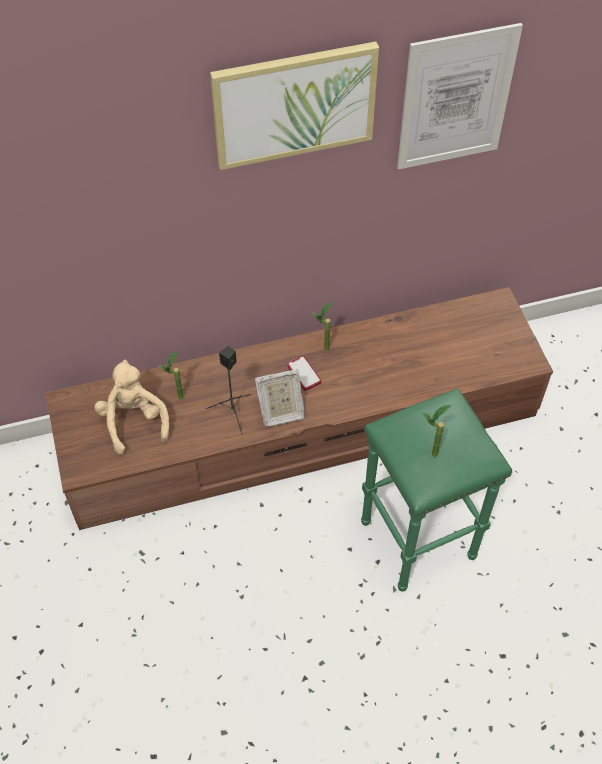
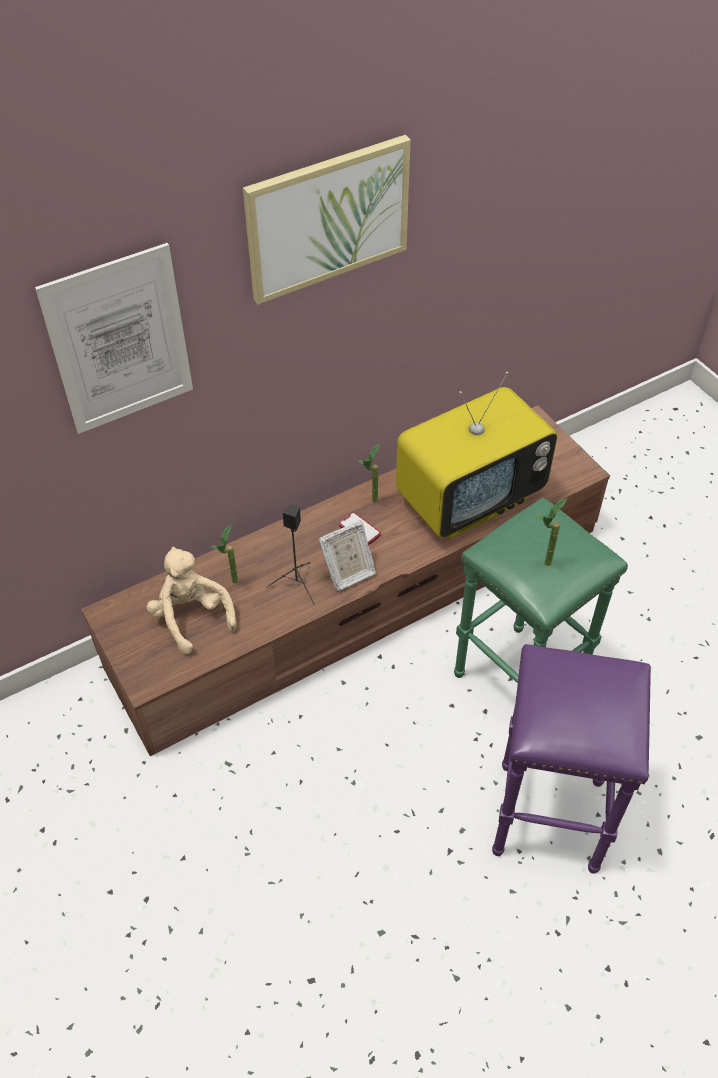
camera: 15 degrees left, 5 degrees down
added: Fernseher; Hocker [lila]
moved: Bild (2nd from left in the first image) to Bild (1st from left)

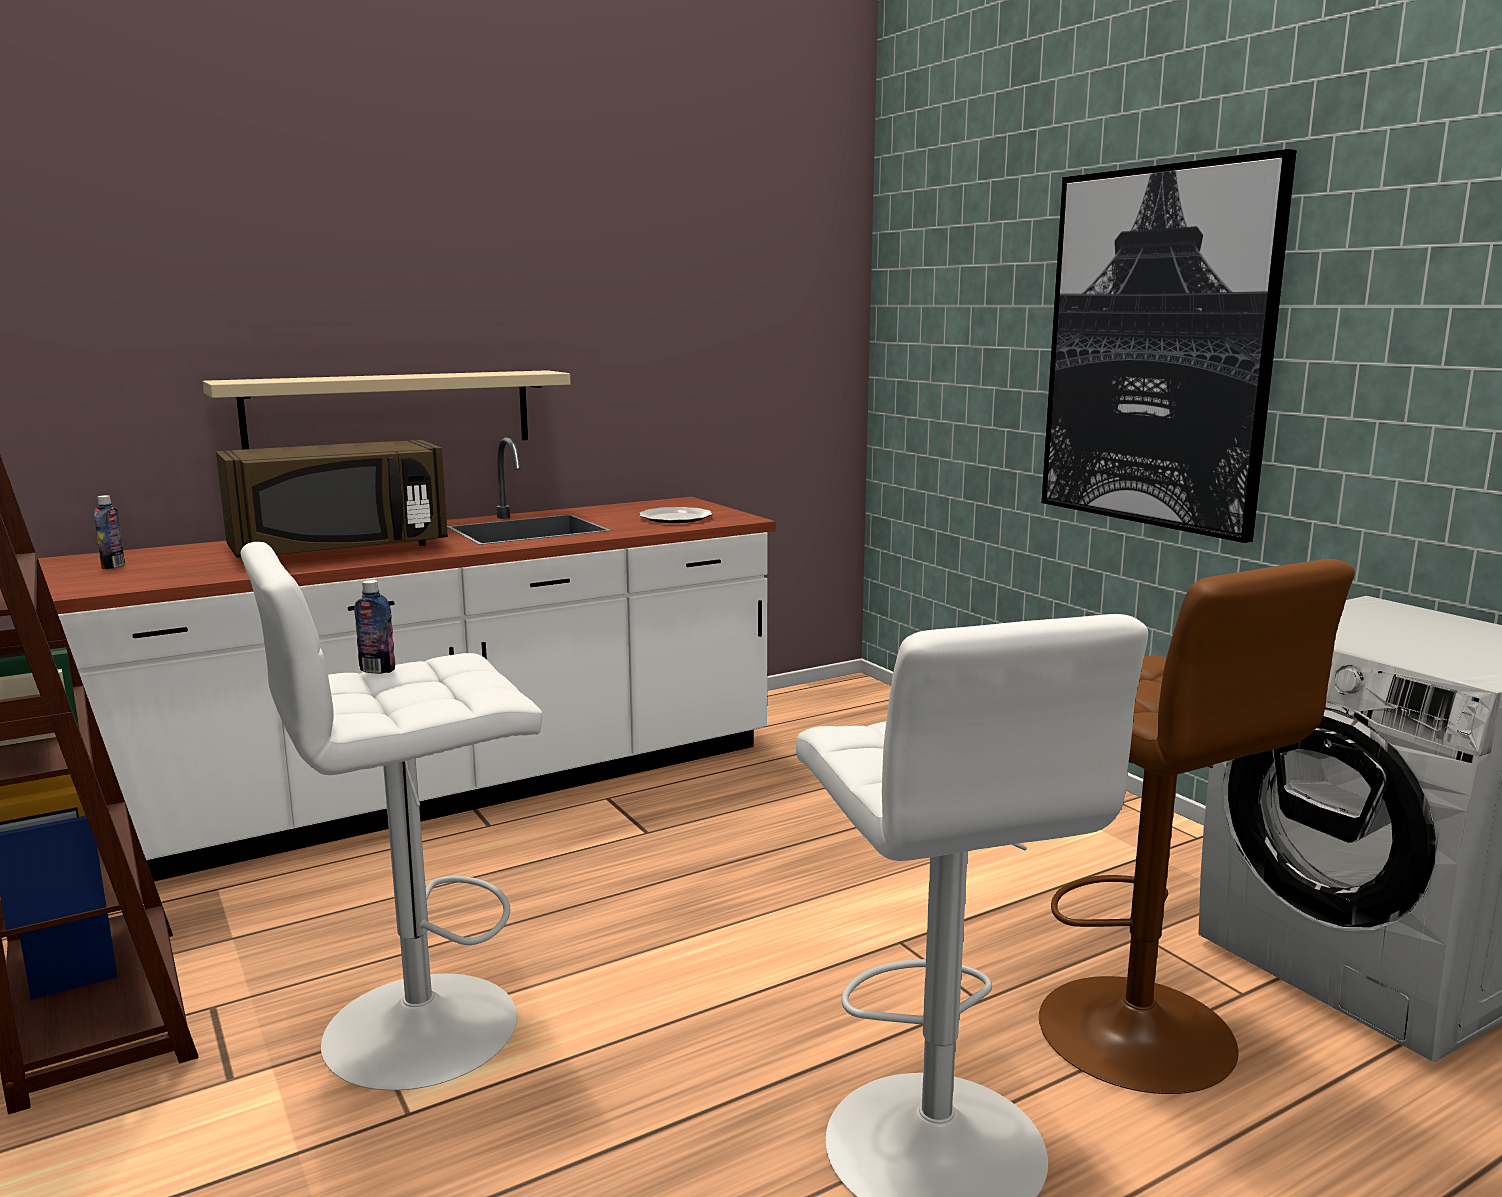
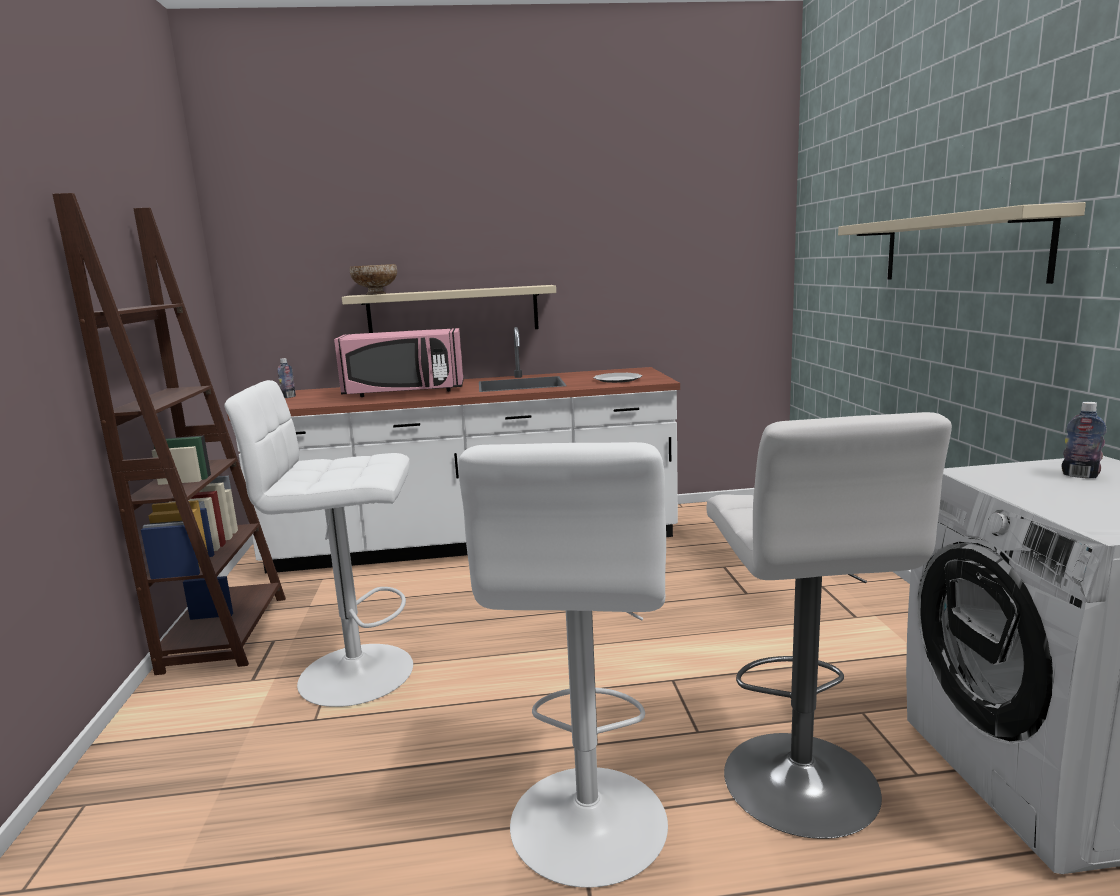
camera: 25 degrees right, 0 degrees up
added: Schüssel
moved: Flasche (2nd from left)
replaced: Bild to Wandregal [beige] (2nd from left)
recoloured: Mikrowelle [braun] to Mikrowelle [rosa]; Hocker [braun] to Hocker [weiß] (3rd from left)

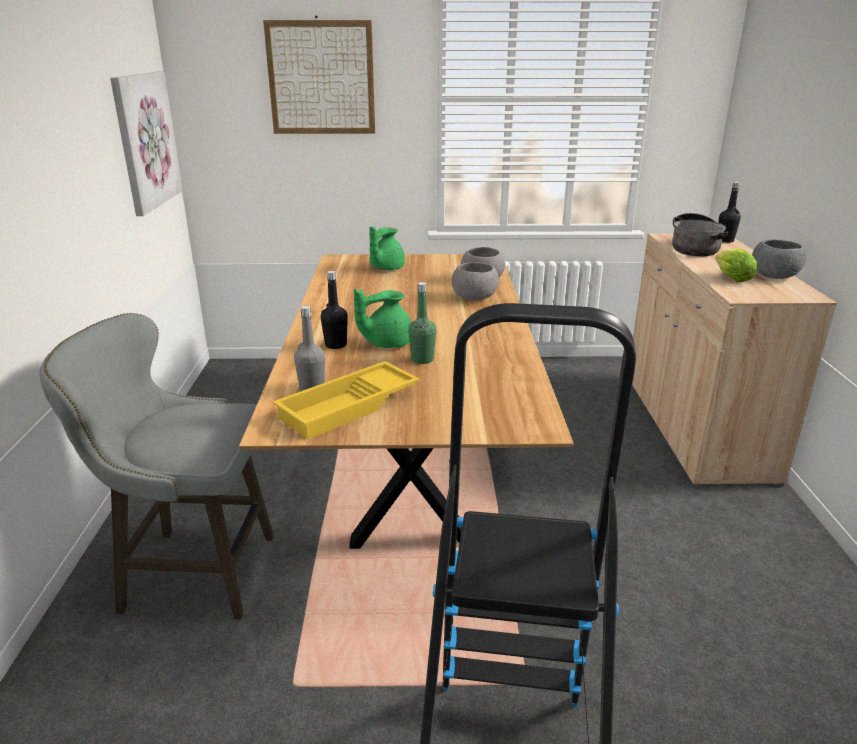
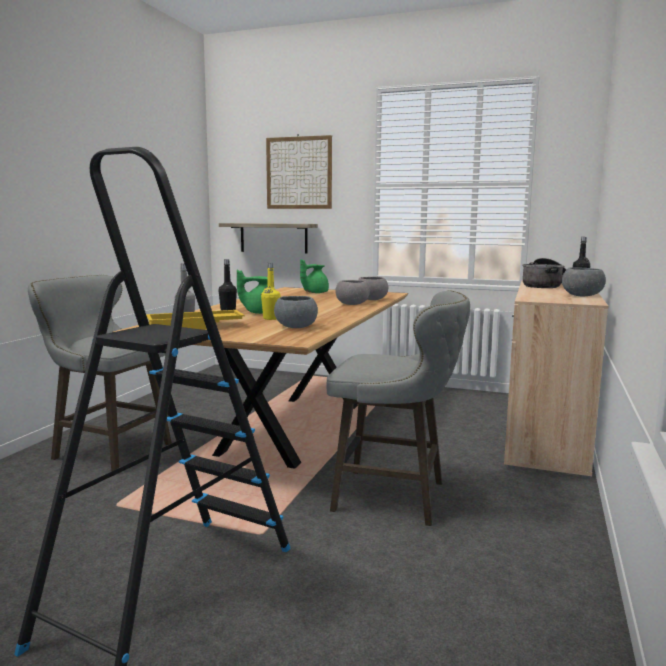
camera: 20 degrees right, 15 degrees down
removed: Bild (1st from left); Salatkopf
added: Wandregal; Hocker [grau] (2nd from left); Schüssel [grau] (1st from left)
recoloured: Flasche [grün] to Flasche [gelb]

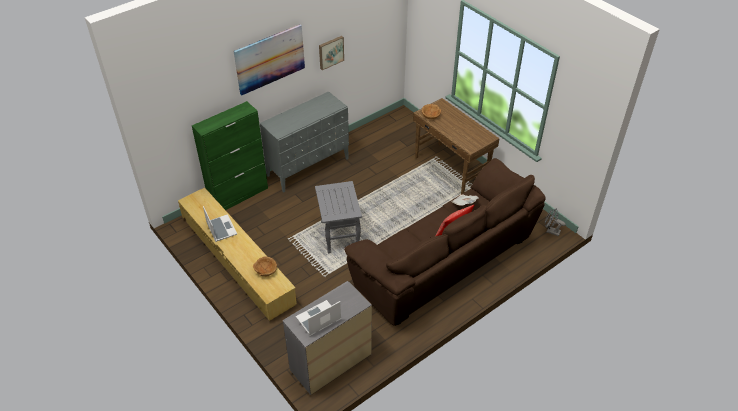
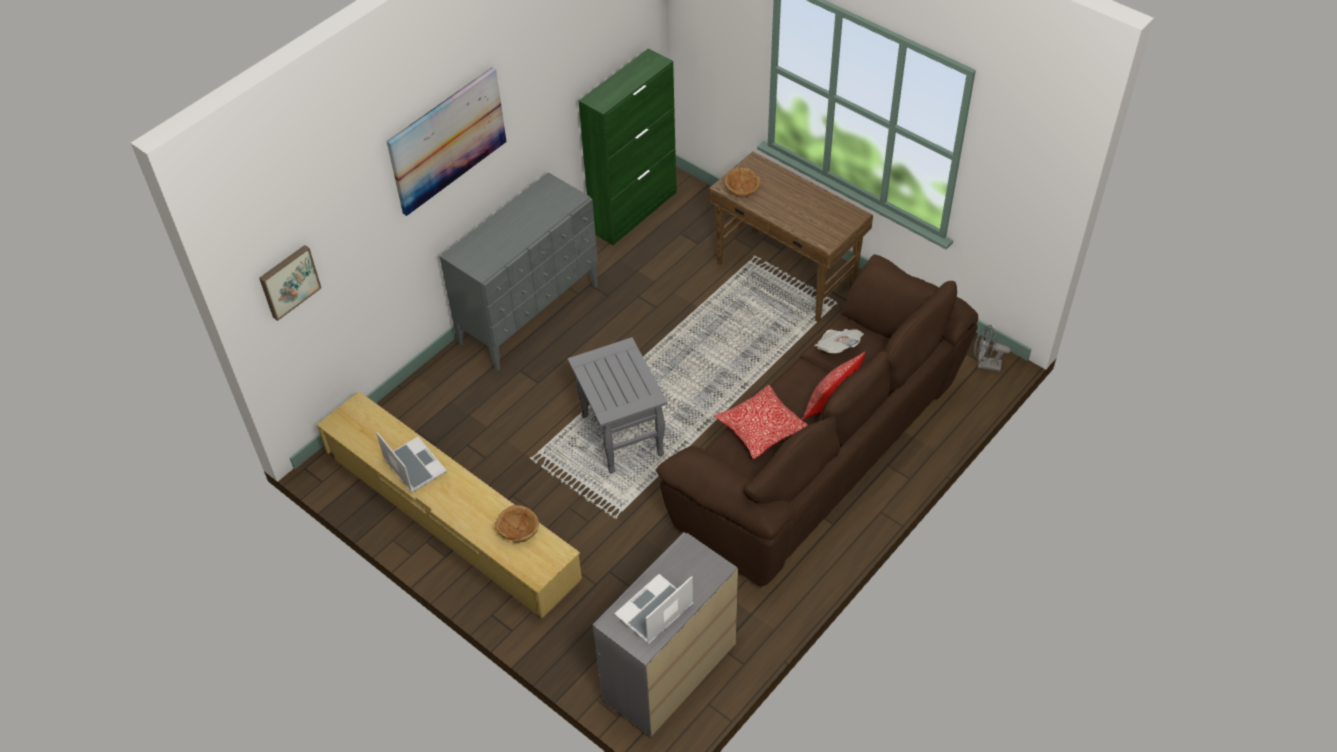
camera: 10 degrees left, 5 degrees up
added: Kissen (1st from left)
moved: Bild (2nd from left in the first image) to Bild (1st from left); Schrank [grün]

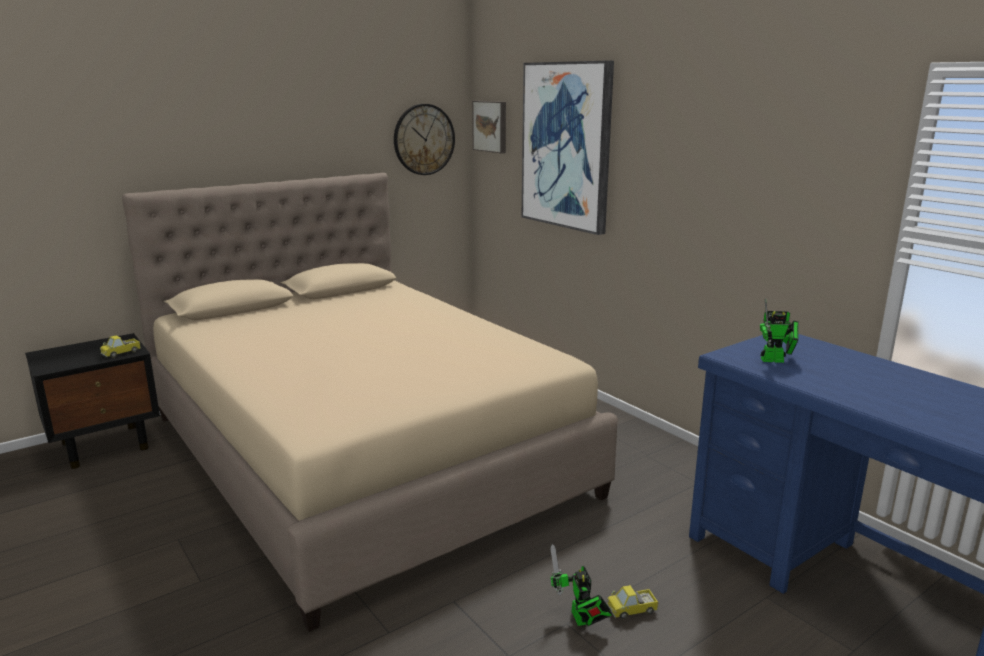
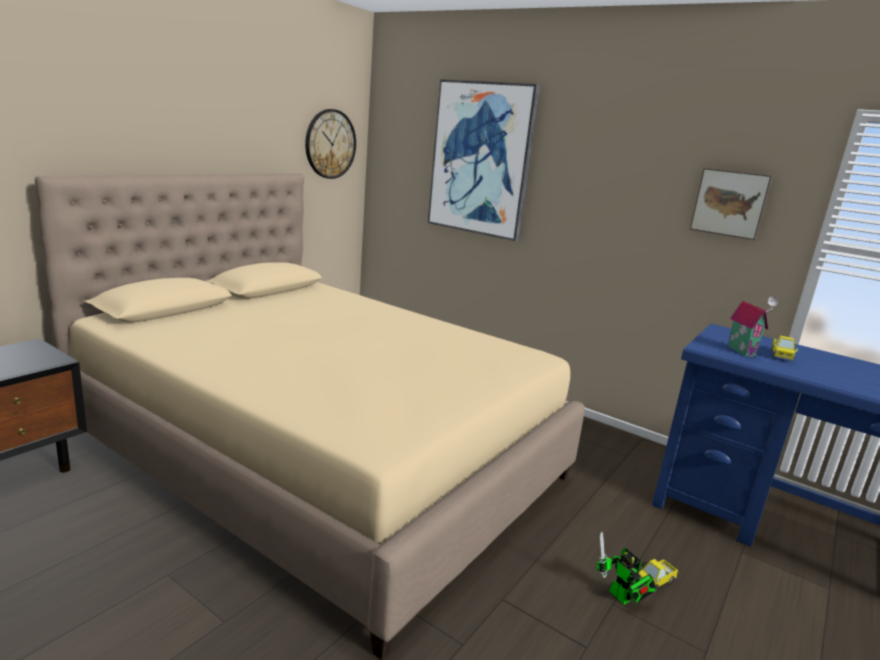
camera: 20 degrees left, 0 degrees up
moved: Bild (1st from left in the first image) to Bild (2nd from left); Spielzeuglaster (1st from left in the first image) to Spielzeuglaster (2nd from left)
replaced: Spielzeugroboter (2nd from left) to Spielzeughaus

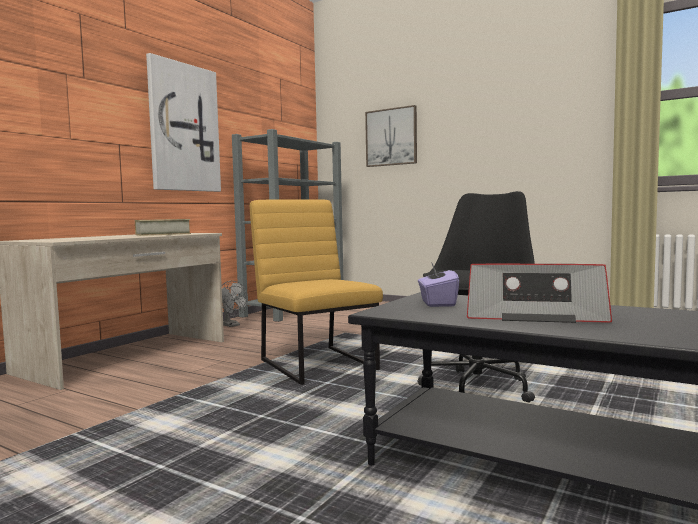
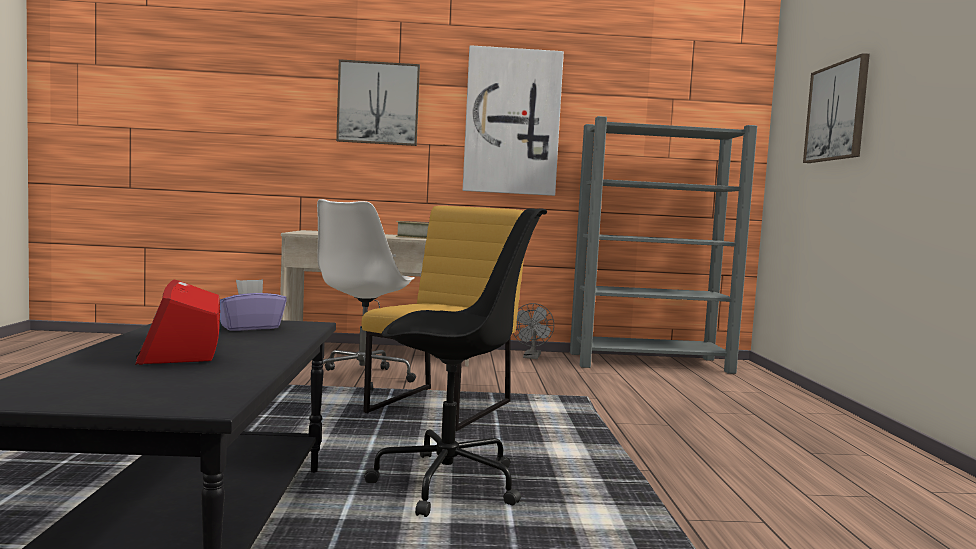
camera: 55 degrees right, 0 degrees up
added: Bild (1st from left); Bürostuhl [weiß]

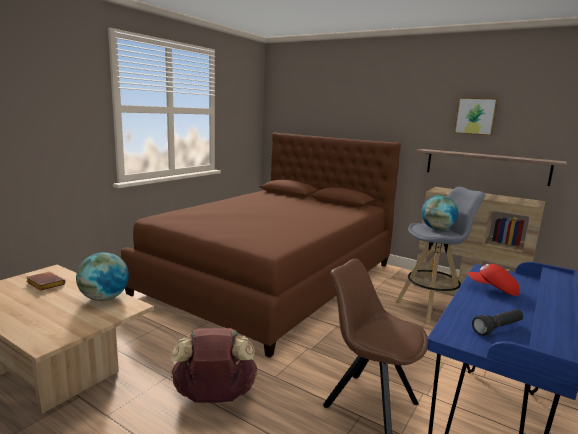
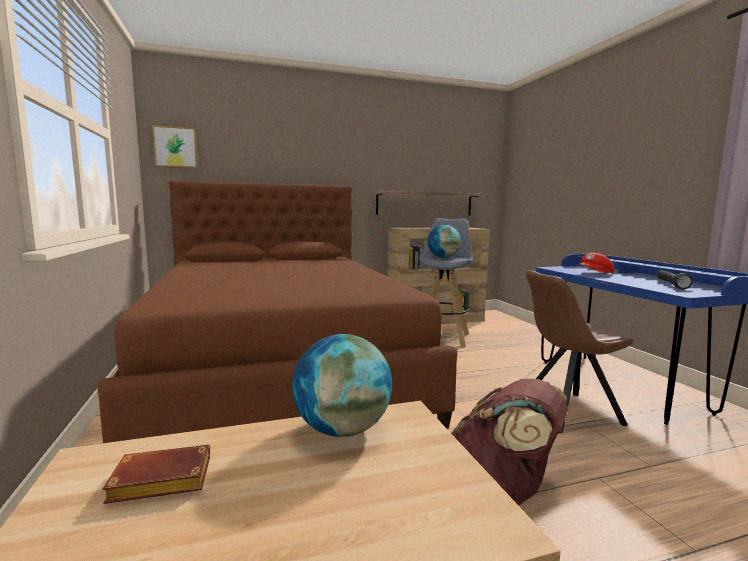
camera: 50 degrees left, 5 degrees down
moved: Bild

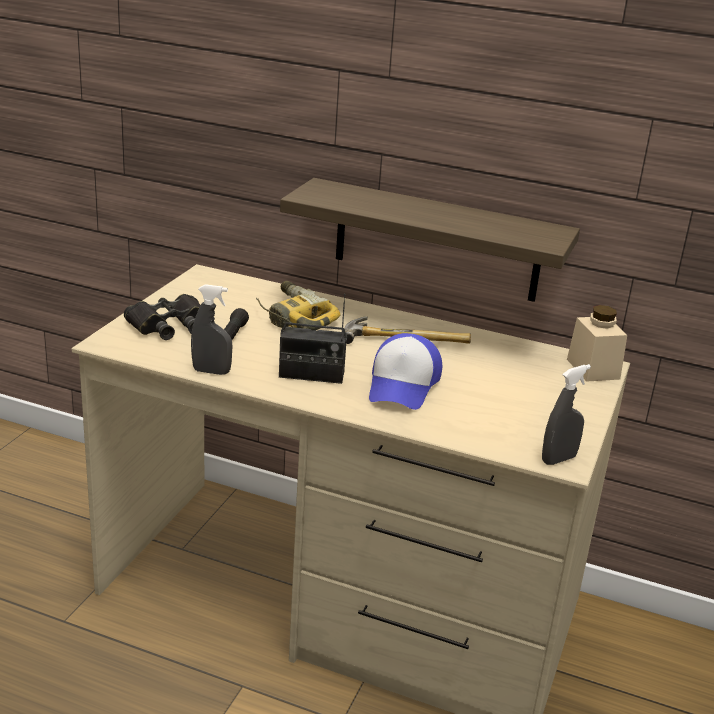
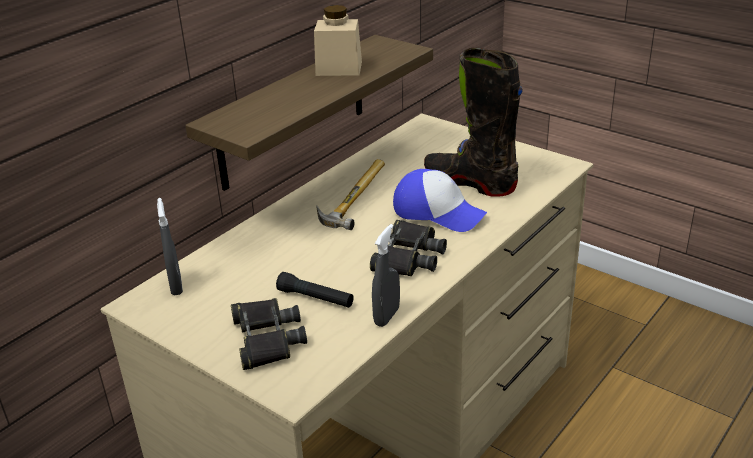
camera: 70 degrees left, 5 degrees up
removed: Bohrmaschine
added: Stiefel [schwarz]
moved: Vorratsglas [beige]; Sprühflasche [grau] (2nd from left in the first image) to Sprühflasche [grau] (1st from left)
replaced: Radio to Fernglas [schwarz] (2nd from left)

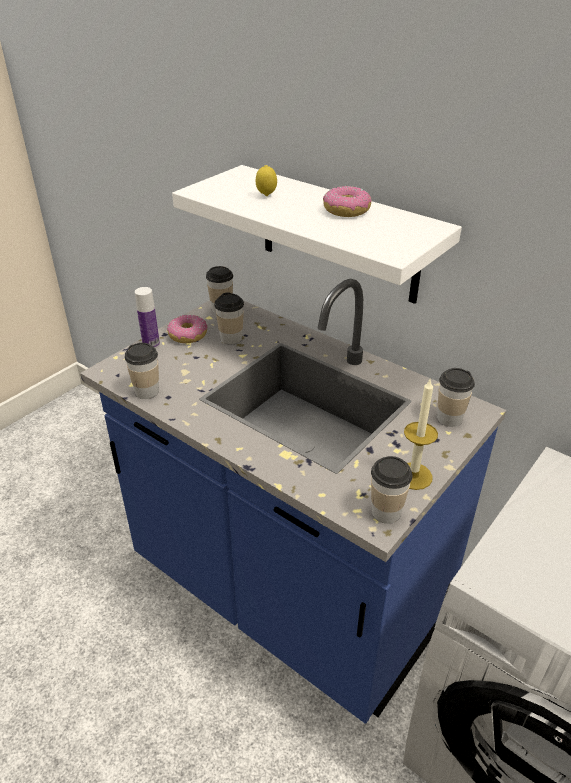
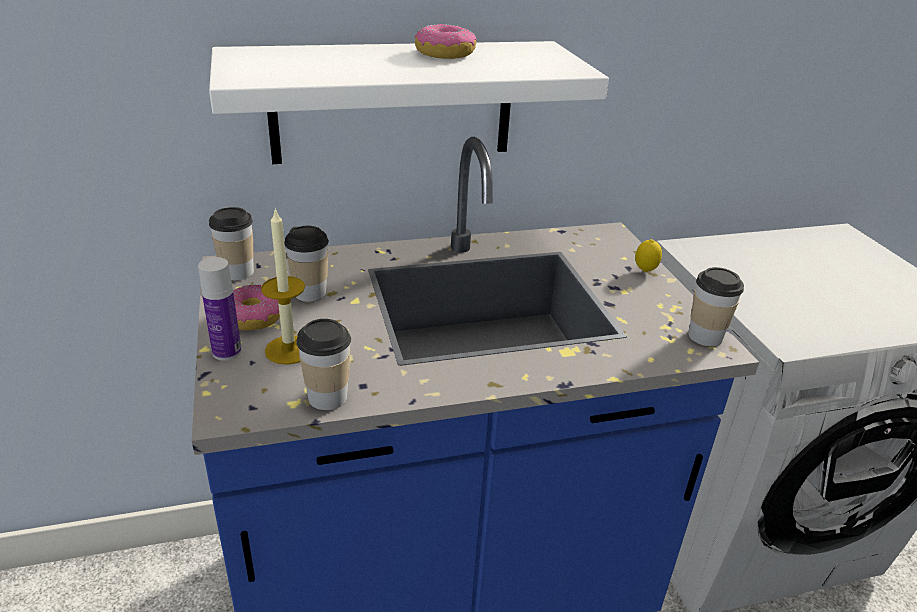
camera: 55 degrees left, 5 degrees down
removed: Tasse (5th from left)
moved: Zitrone; Kerze

